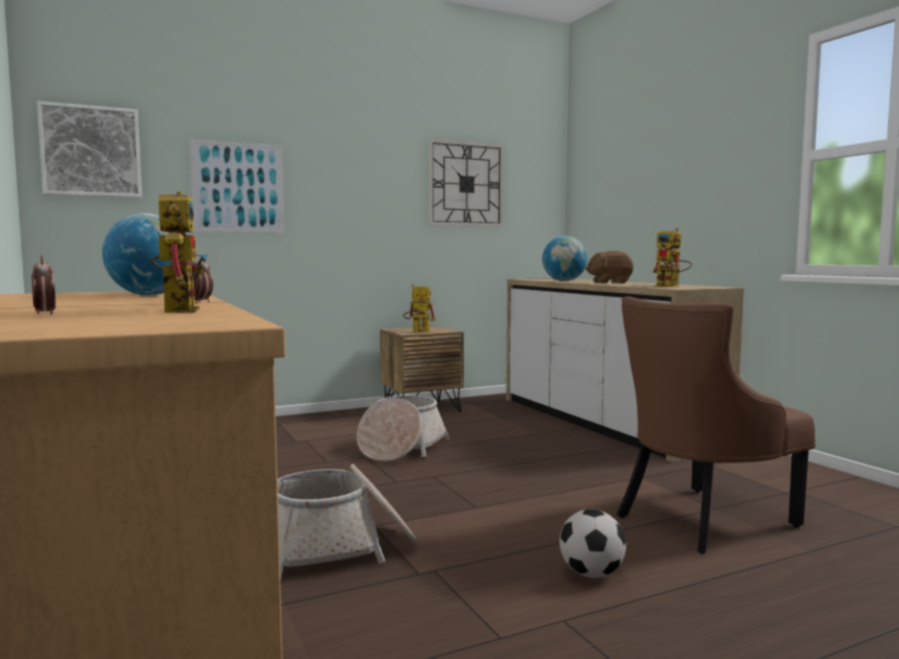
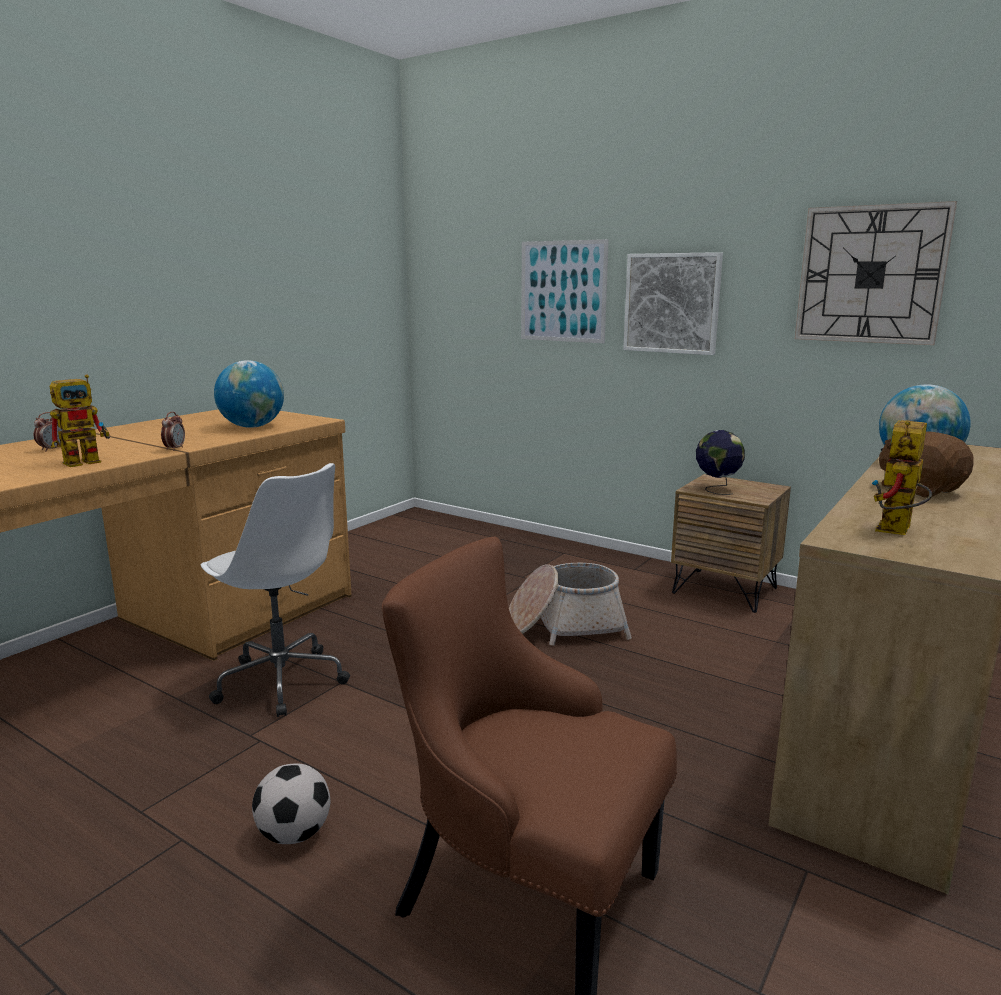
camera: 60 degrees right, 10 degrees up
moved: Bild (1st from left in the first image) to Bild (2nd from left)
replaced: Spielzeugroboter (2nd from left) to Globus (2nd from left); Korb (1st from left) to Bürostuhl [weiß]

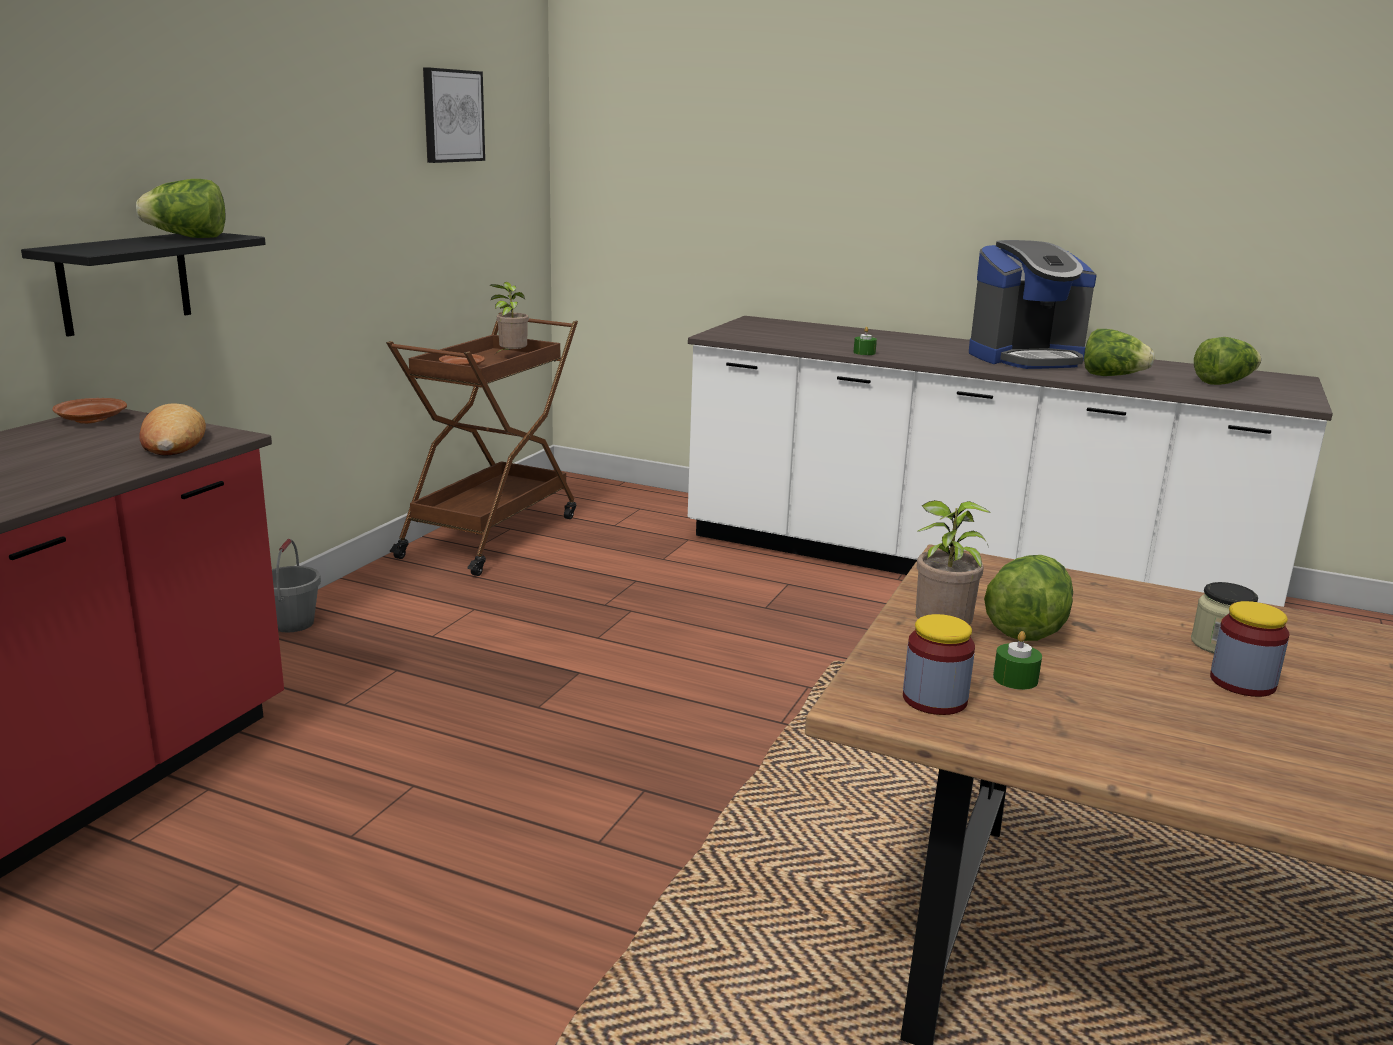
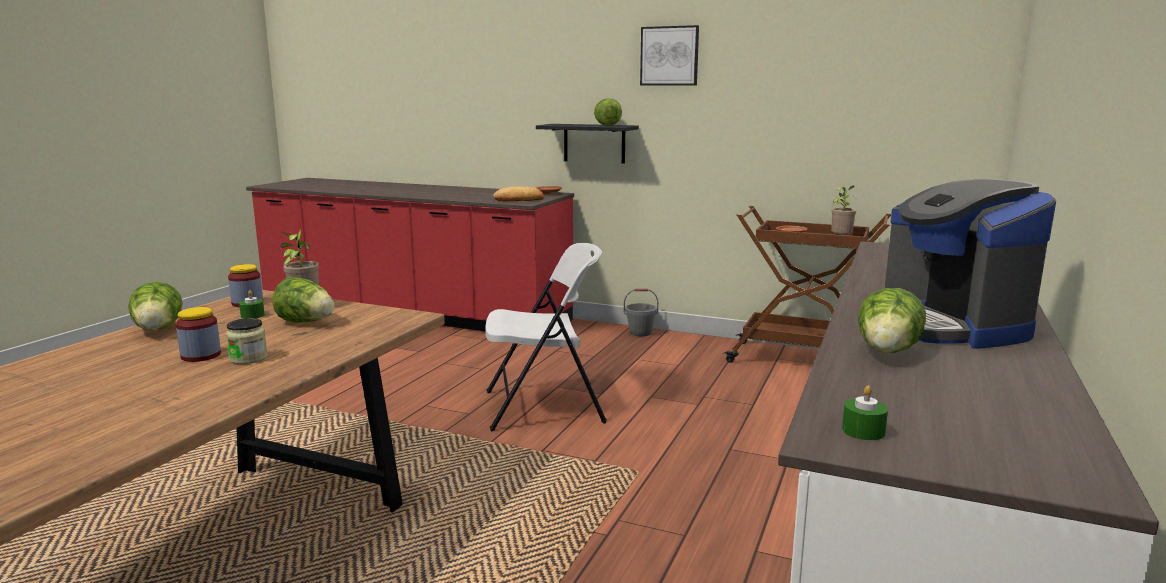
camera: 90 degrees right, 5 degrees down
added: Stuhl [weiß]
moved: Bild; Kerze [grün] (1st from left in the first image) to Kerze [grün] (2nd from left); Salatkopf (4th from left in the first image) to Salatkopf (1st from left)

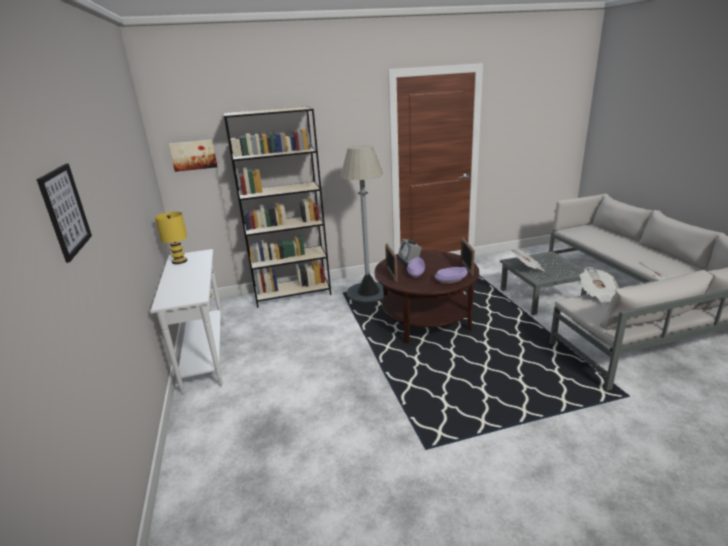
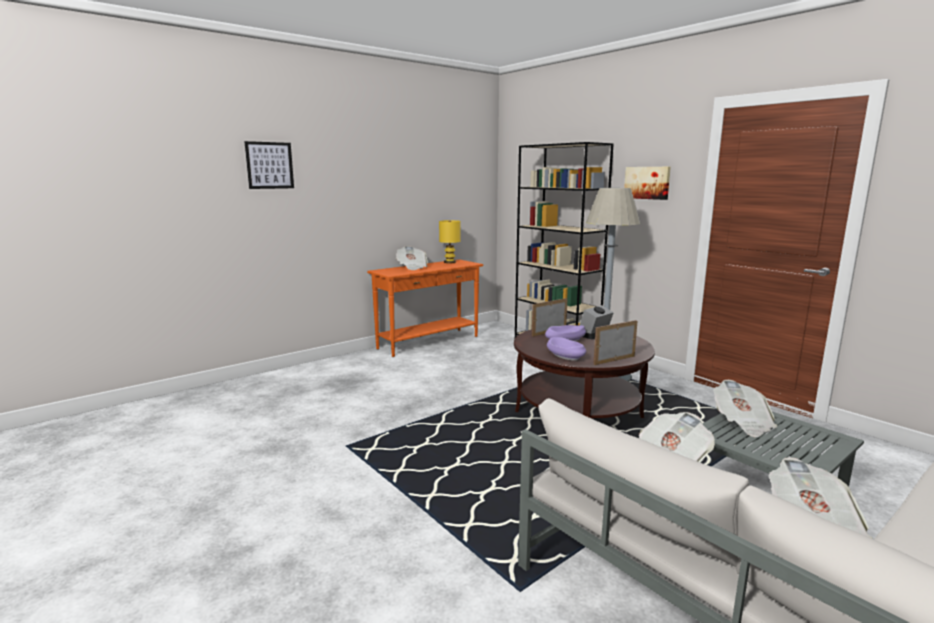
camera: 65 degrees right, 10 degrees down
added: Zeitung (1st from left)
moved: Bild (2nd from left)
recoloured: Konsolentisch [weiß] to Konsolentisch [orange]

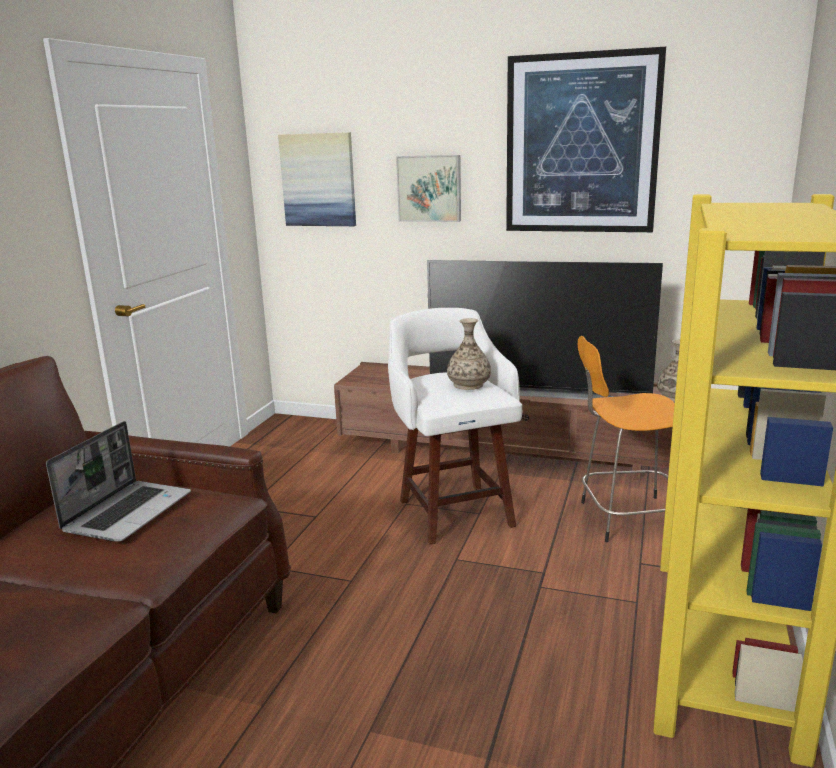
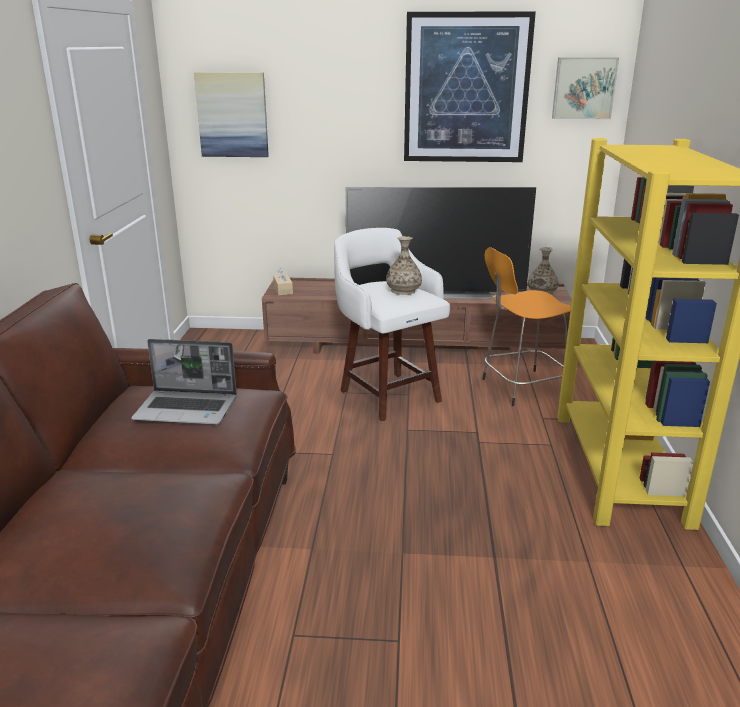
camera: 15 degrees left, 5 degrees up
added: Taschentuchbox [beige]
moved: Bild (2nd from left in the first image) to Bild (3rd from left)
turned: Laptop 90 degrees clockwise

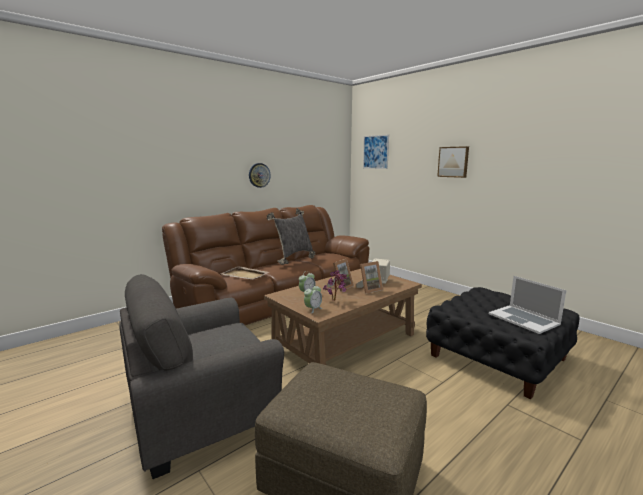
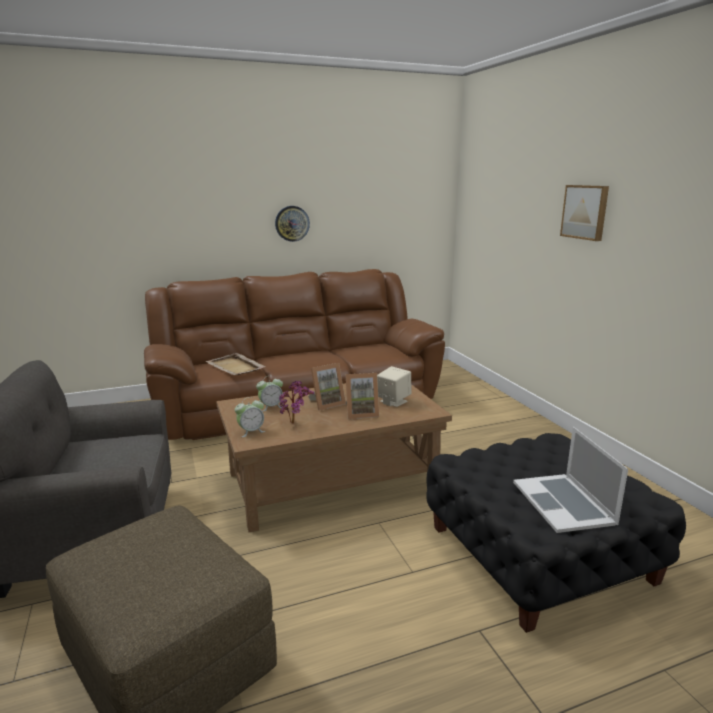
camera: 20 degrees right, 5 degrees up
removed: Bild (1st from left); Kissen

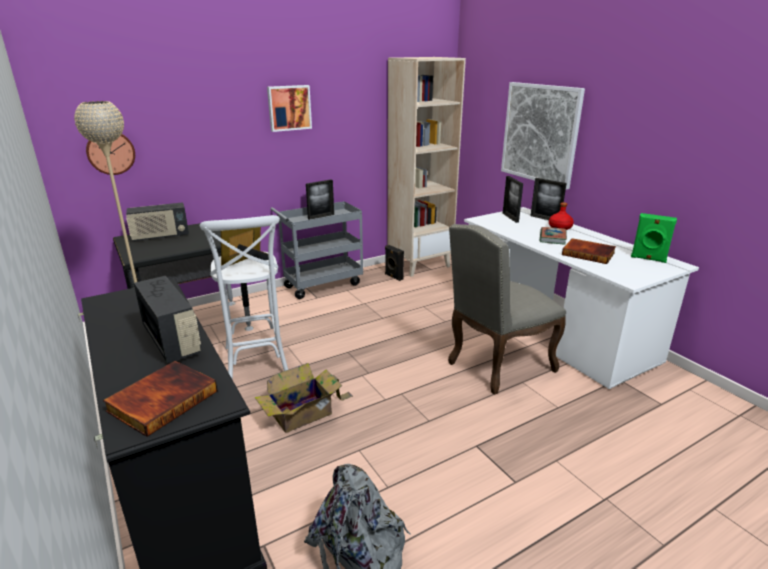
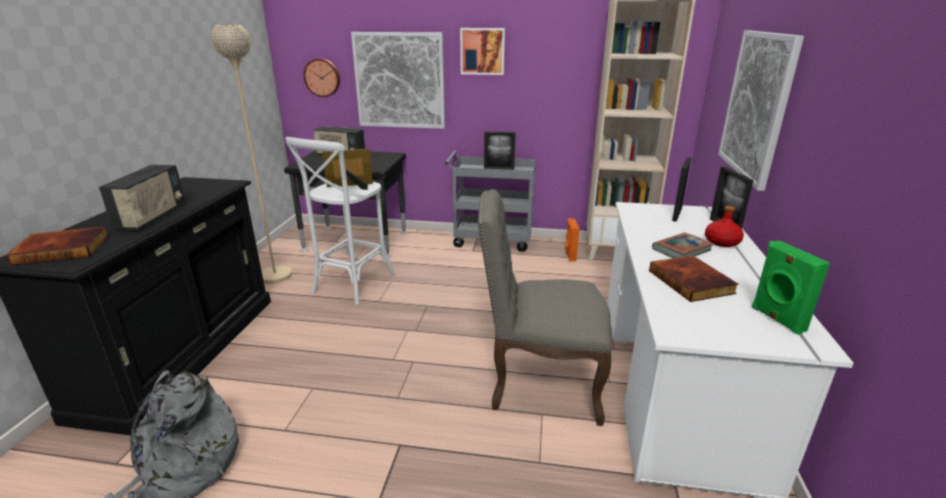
camera: 40 degrees right, 0 degrees up
removed: Karton
added: Bild (1st from left)
recoloured: Lautsprecher [schwarz] to Lautsprecher [orange]

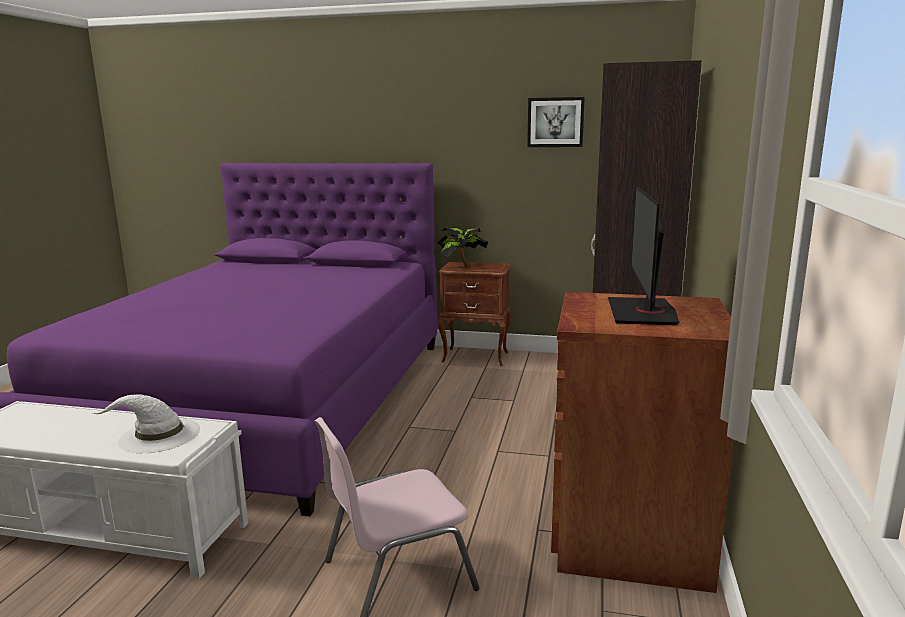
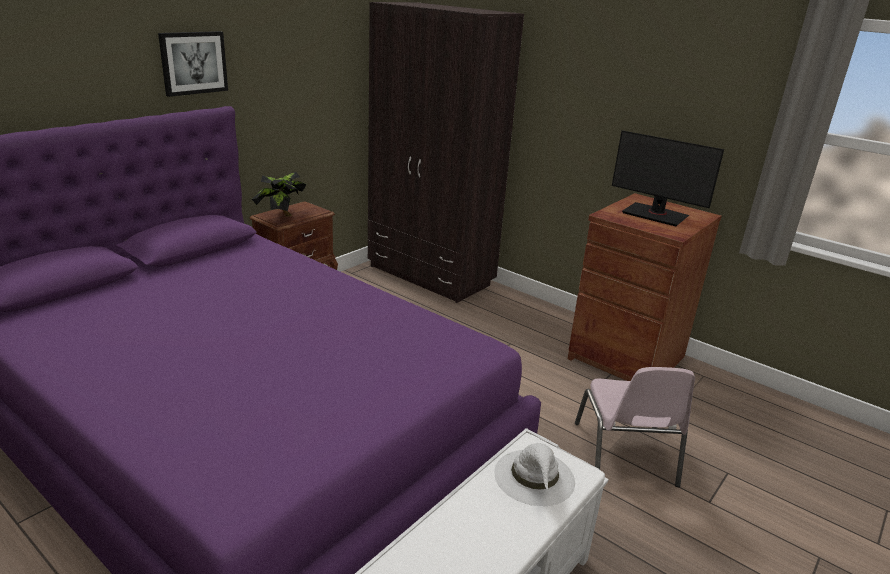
camera: 65 degrees left, 10 degrees up
moved: Bild

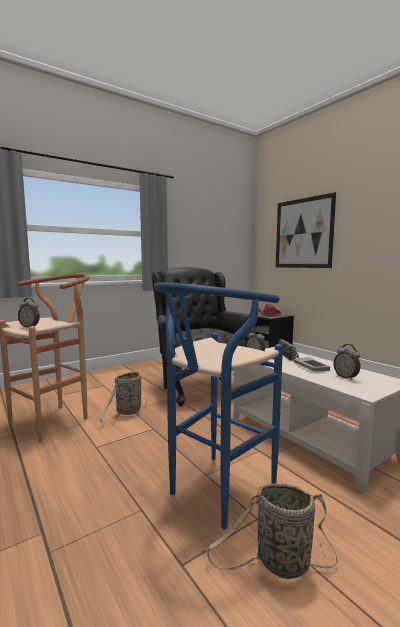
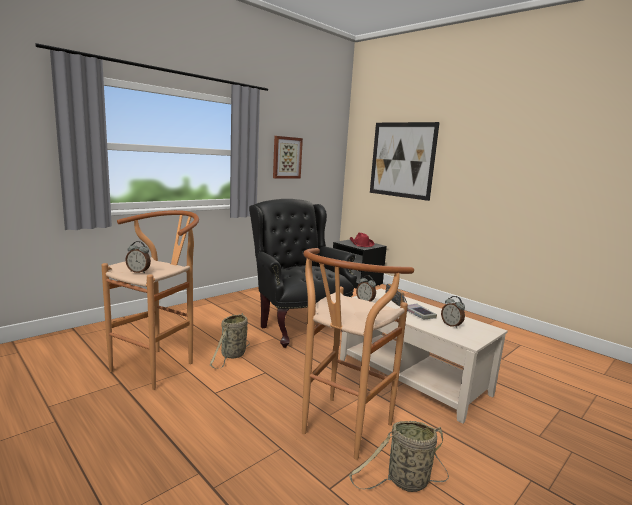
camera: 10 degrees left, 5 degrees up
added: Bild (1st from left)
recoloured: Hocker [blau] to Hocker [braun] (2nd from left)

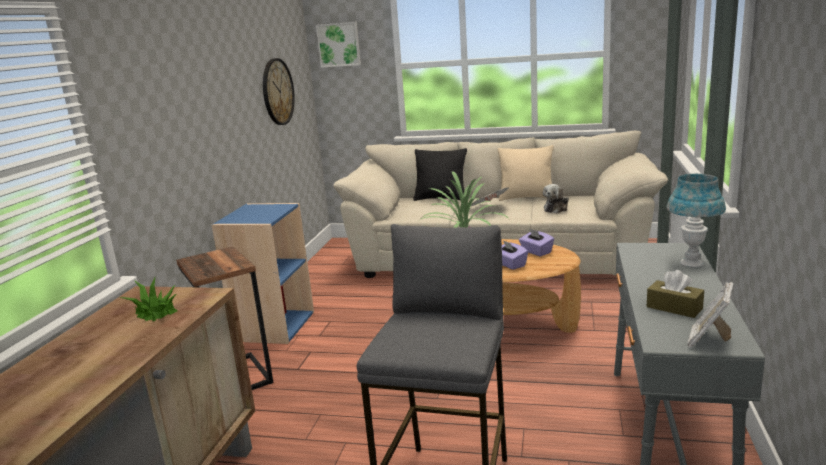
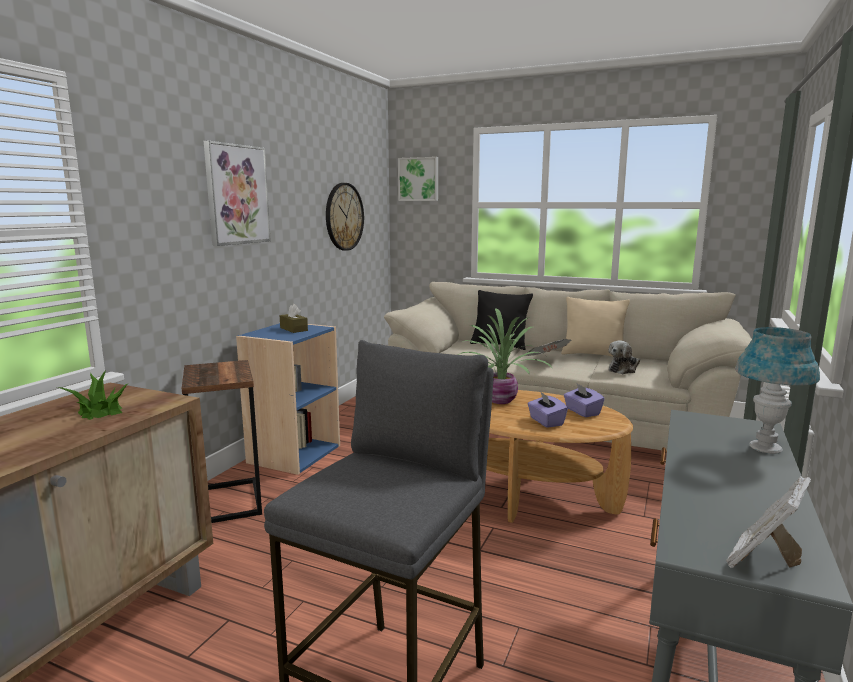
camera: 10 degrees right, 5 degrees down
added: Bild (1st from left)
moved: Taschentuchbox [braun]

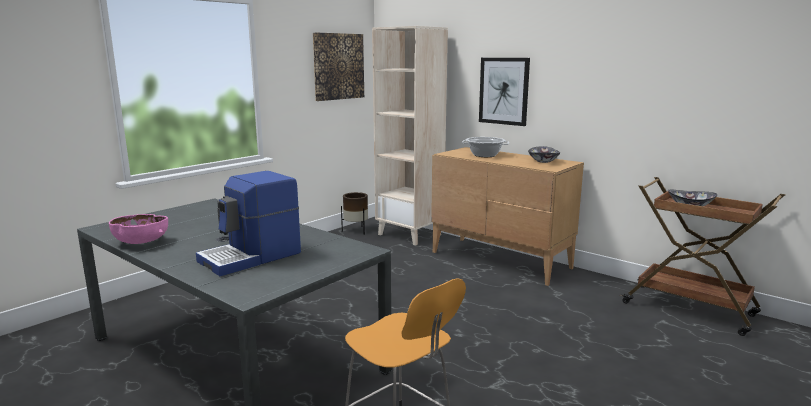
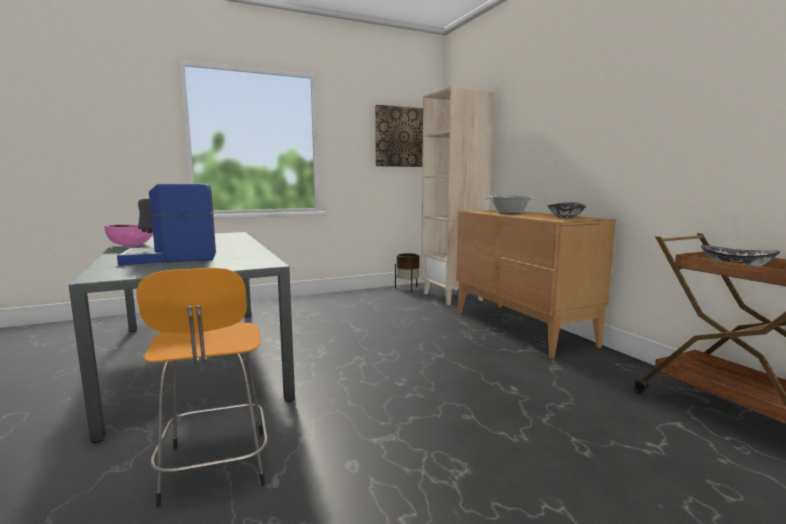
camera: 25 degrees right, 5 degrees down
removed: Bild (2nd from left)

